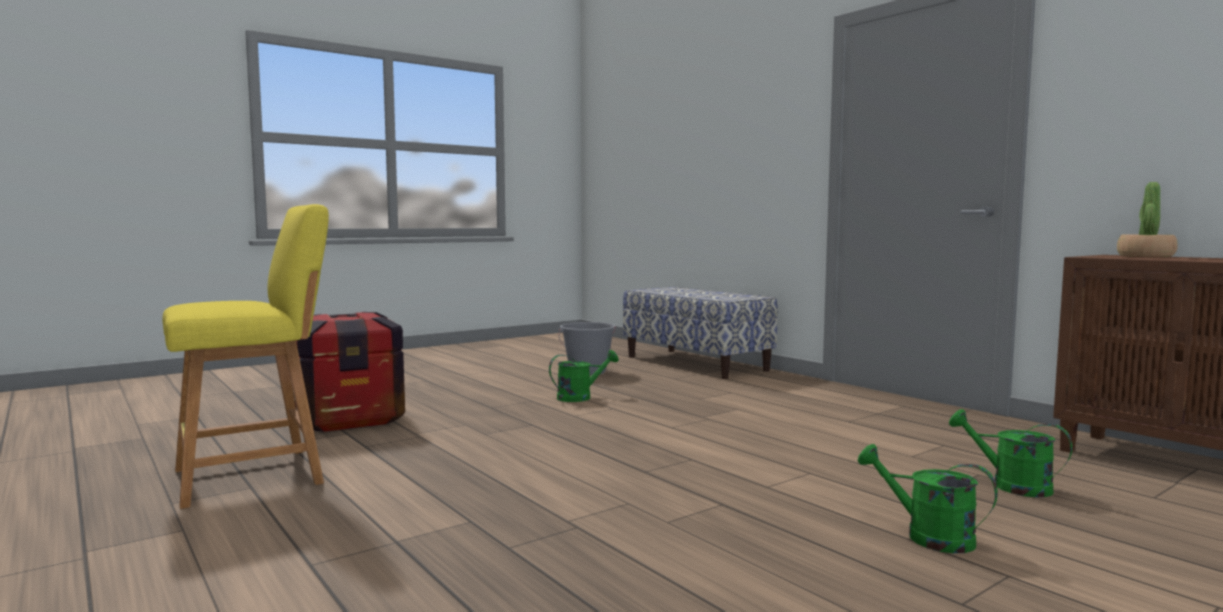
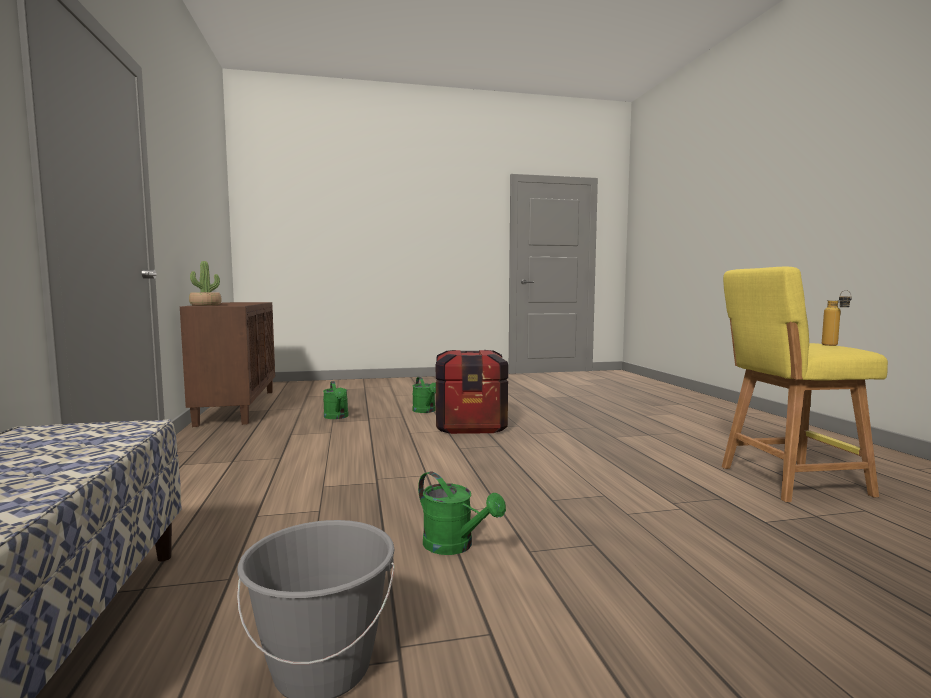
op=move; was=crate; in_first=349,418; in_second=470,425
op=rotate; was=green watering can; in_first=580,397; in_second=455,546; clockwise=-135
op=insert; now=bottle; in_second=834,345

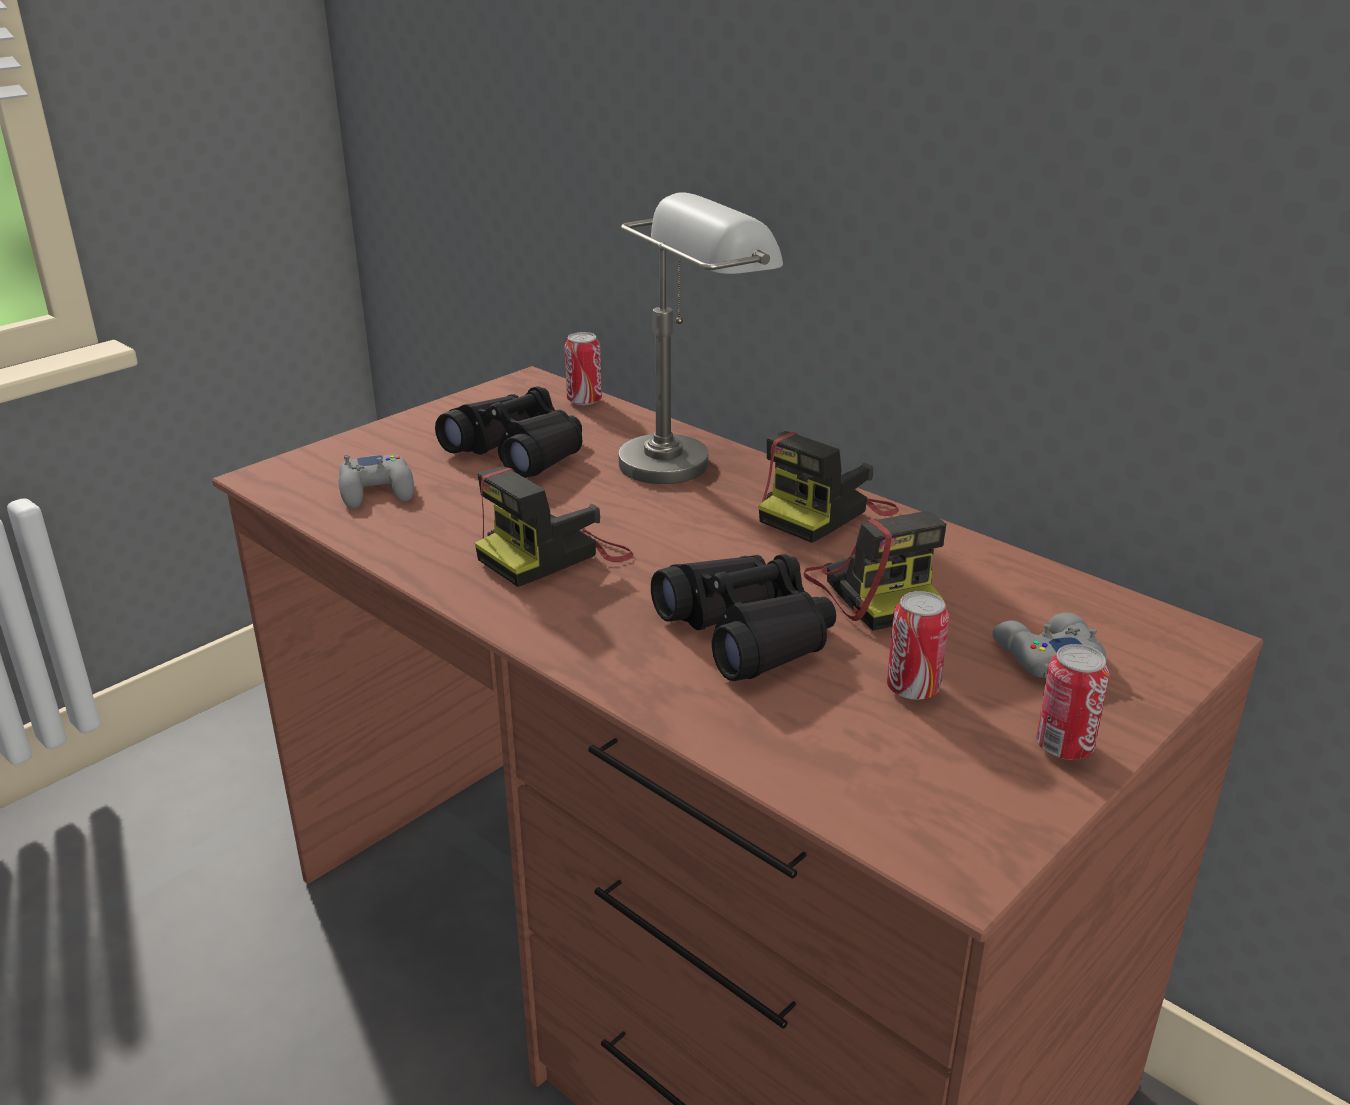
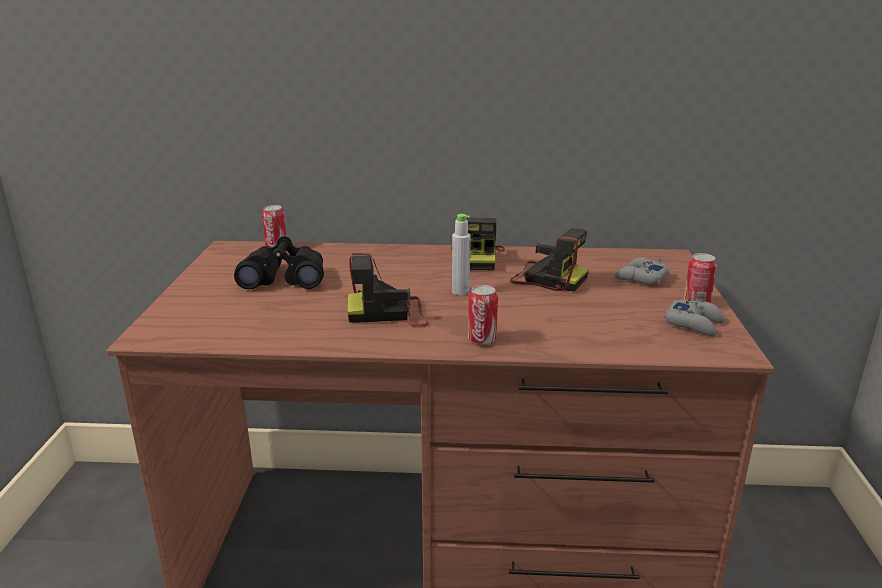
op=move; was=grey game controller; in_first=377,490; in_second=694,324
op=rotate; was=photo camera; in_first=554,555; in_second=389,313; clockwise=75
op=delete; was=grey table lamp; in_first=689,456
op=delete; was=black binoculars; in_first=747,633
op=move; was=can; in_first=912,689; in_second=482,340
op=insert; now=grey bottle; in_second=460,291

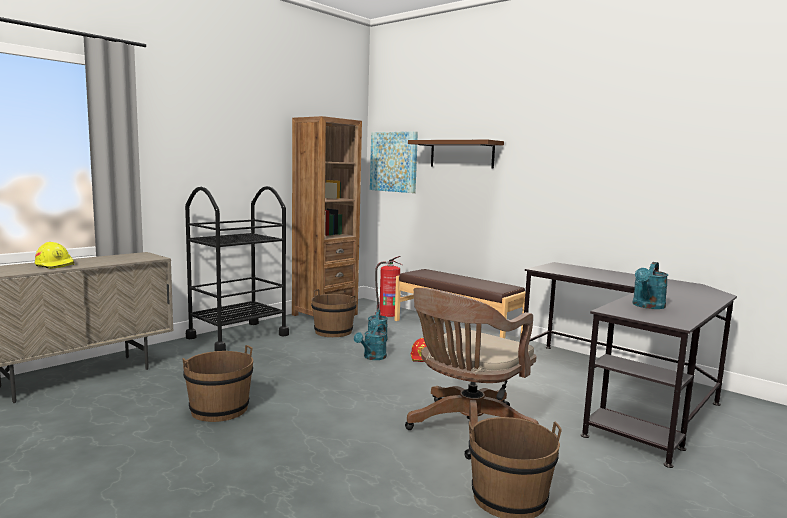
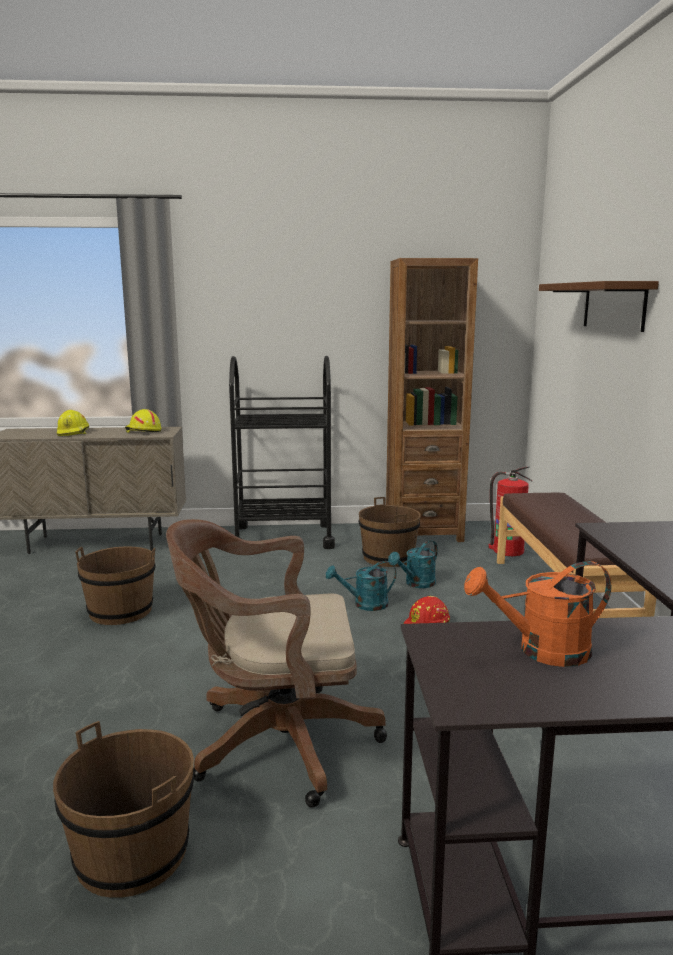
op=delete; was=picture; in_first=394,162
op=recolor; was=turquoise watering can; now=orange watering can; in_first=647,306; in_second=541,651
op=insert; now=yellow hard hat; in_second=143,431

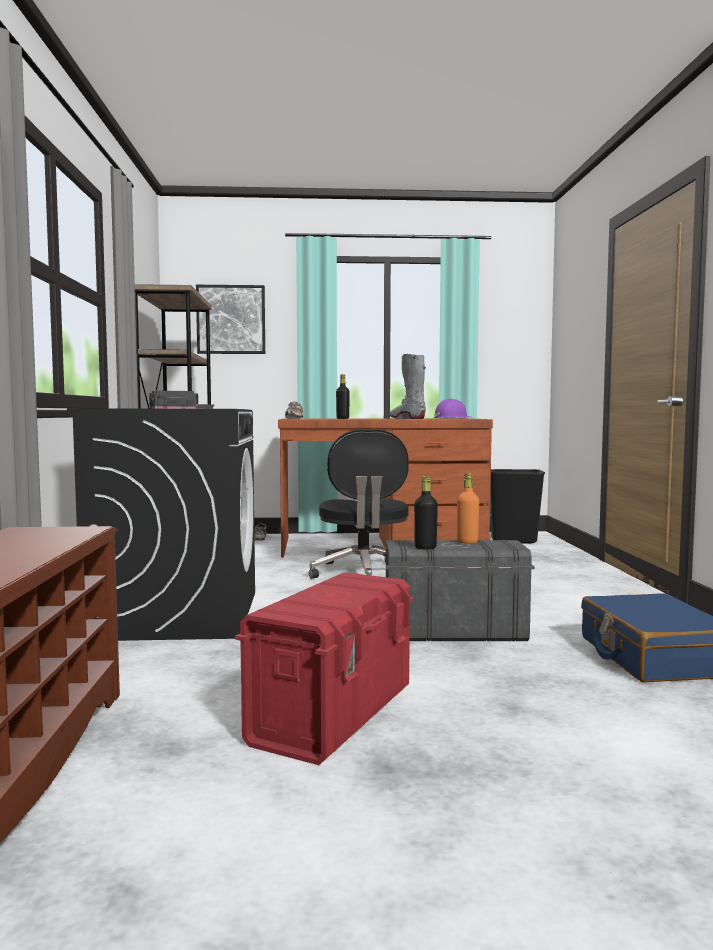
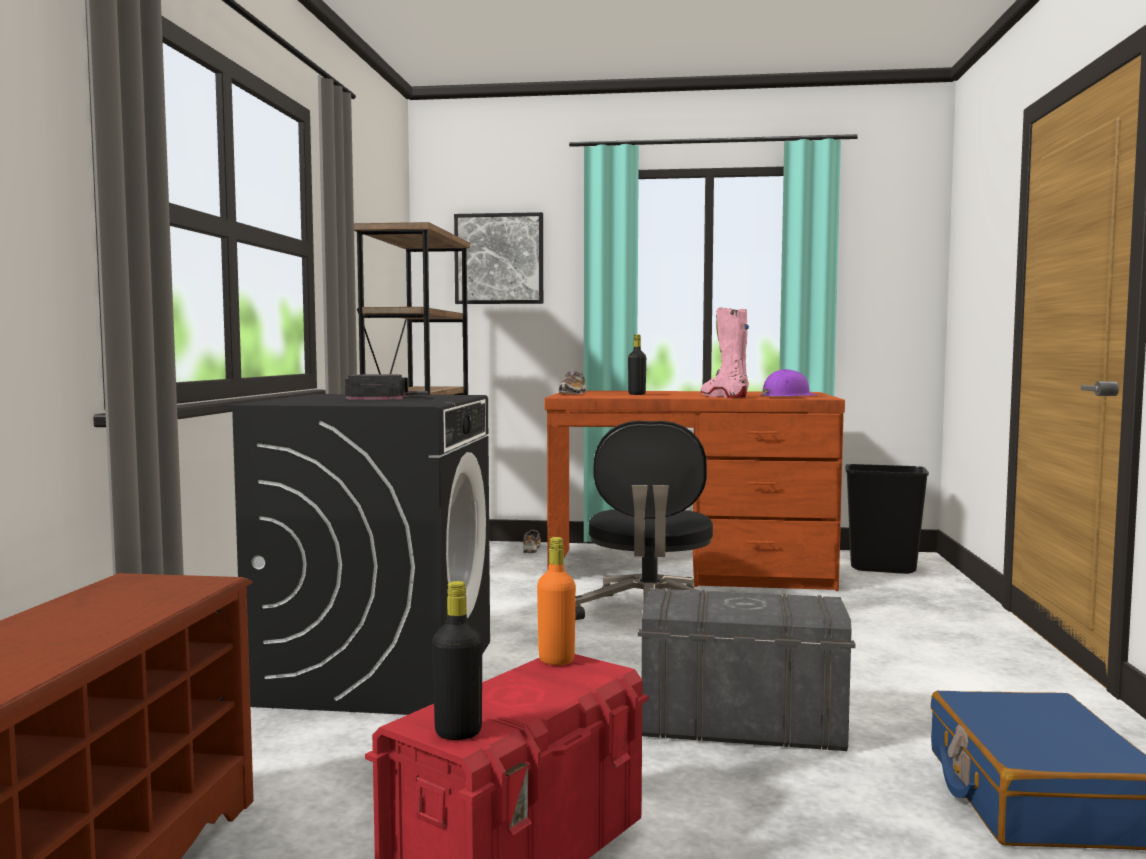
op=recolor; was=grey boot; now=pink boot; in_first=407,418; in_second=724,396
op=move; was=black bottle; in_first=425,548; in_second=458,732
op=move; was=orange bottle; in_first=467,542; in_second=556,660

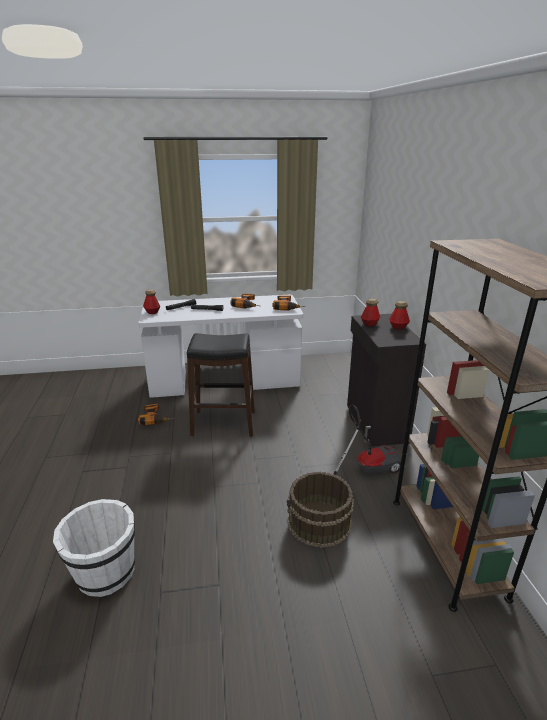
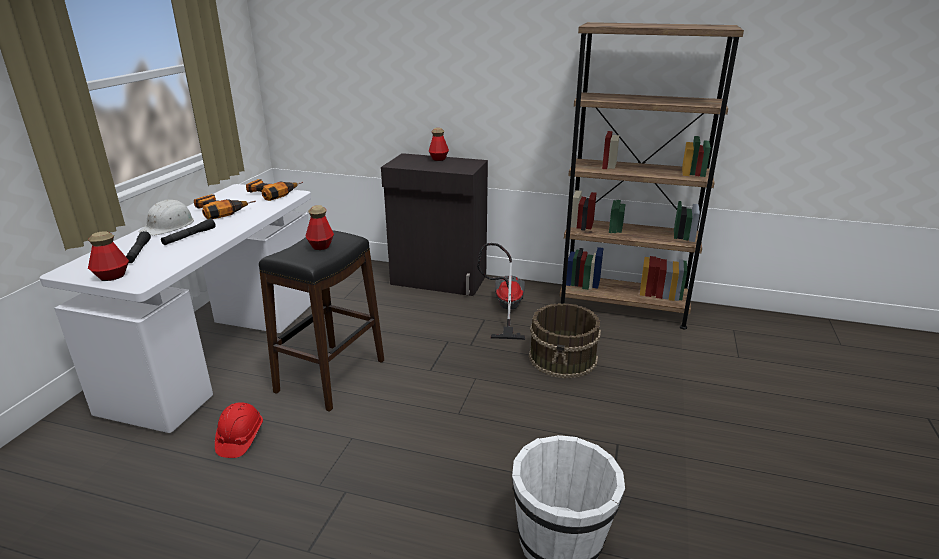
op=replace; was=power drill; now=red hard hat; in_first=155,418; in_second=240,439
op=move; was=bottle; in_first=369,324; in_second=321,246
op=insert; now=white hard hat; in_second=169,226

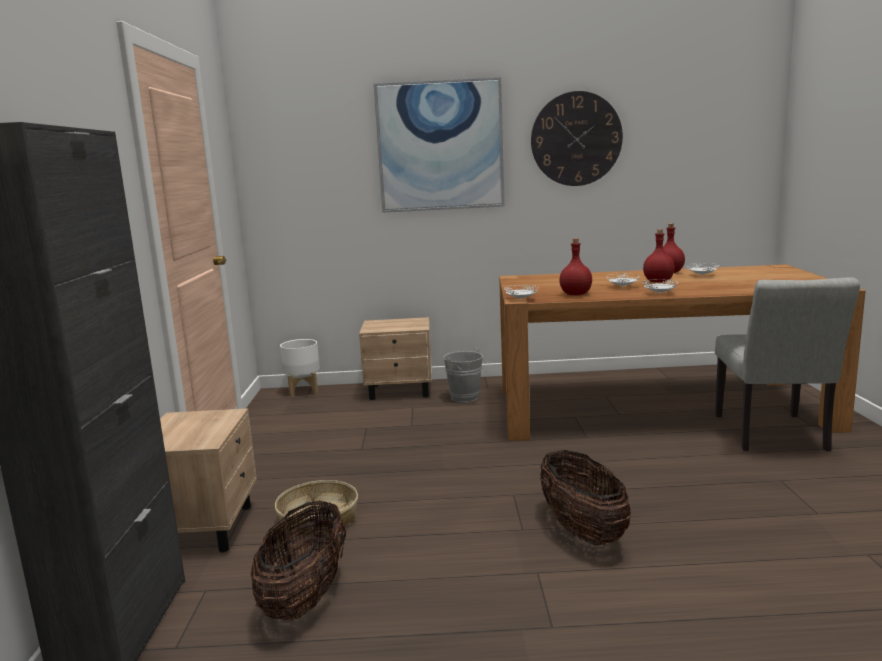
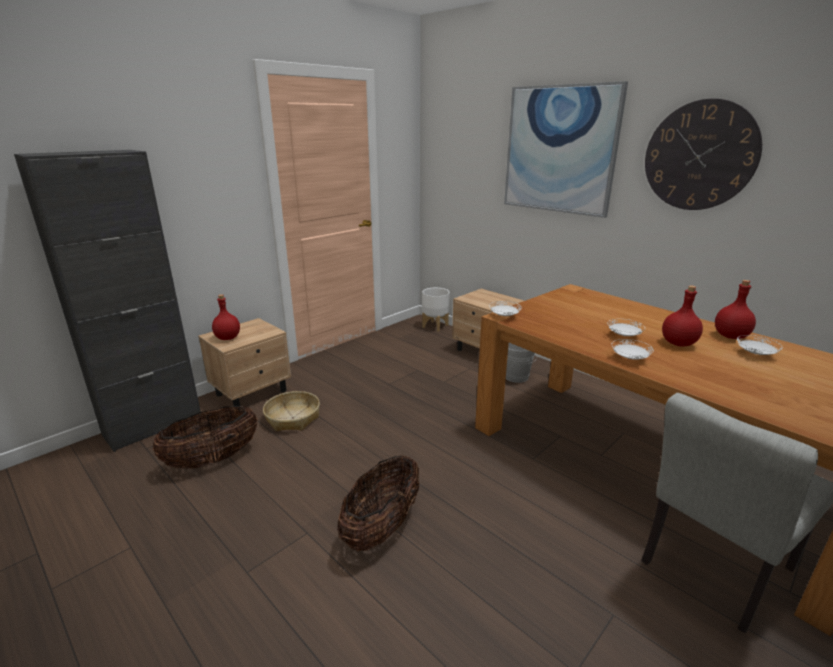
op=move; was=red bottle; in_first=576,294; in_second=228,338

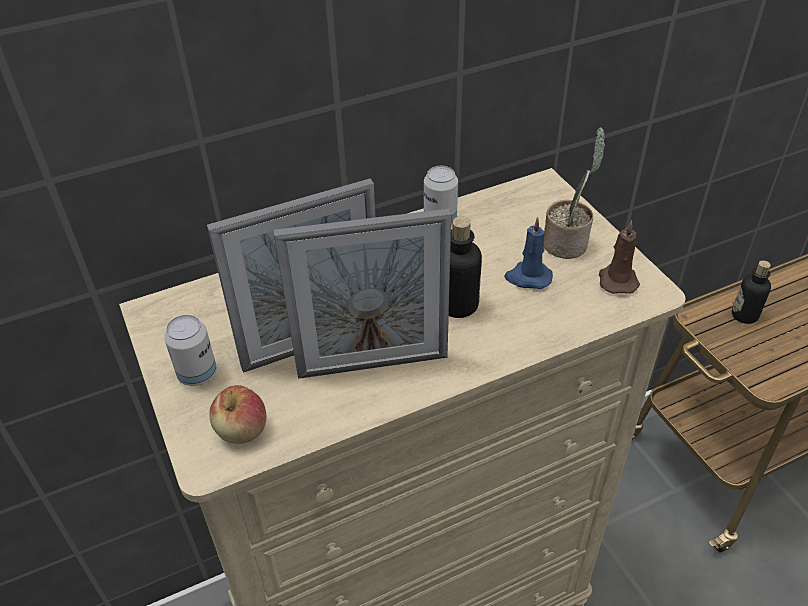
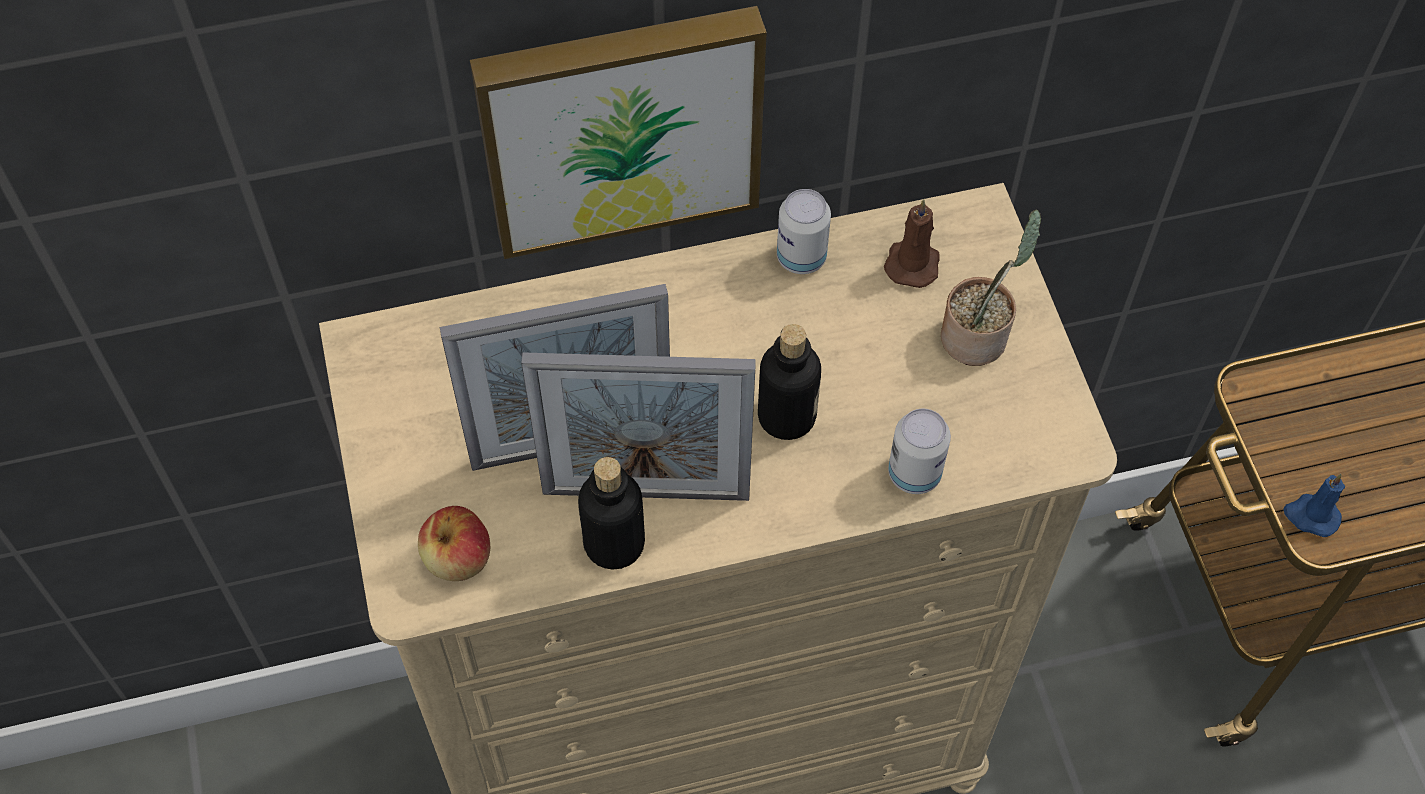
op=move; was=can; in_first=197,374; in_second=914,474
op=move; was=blue candle; in_first=528,277; in_second=1311,516
op=move; was=brown candle; in_first=617,280; in_second=912,262
op=move; was=bottle; in_first=744,315; in_second=614,543
op=insert; now=picture; in_second=620,125

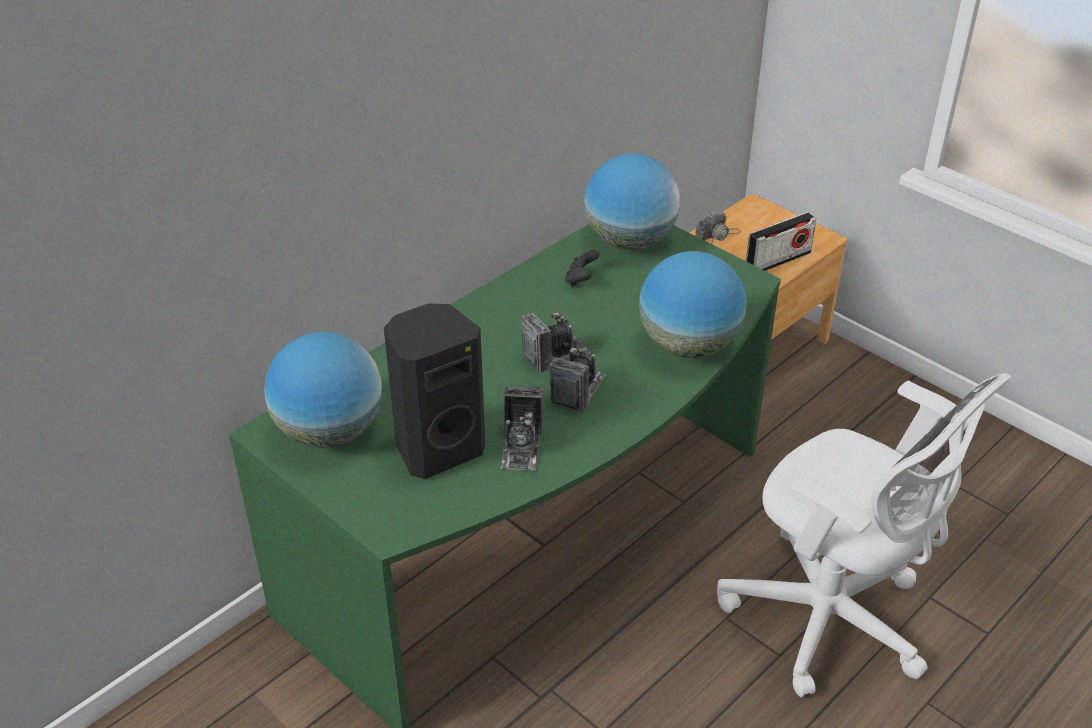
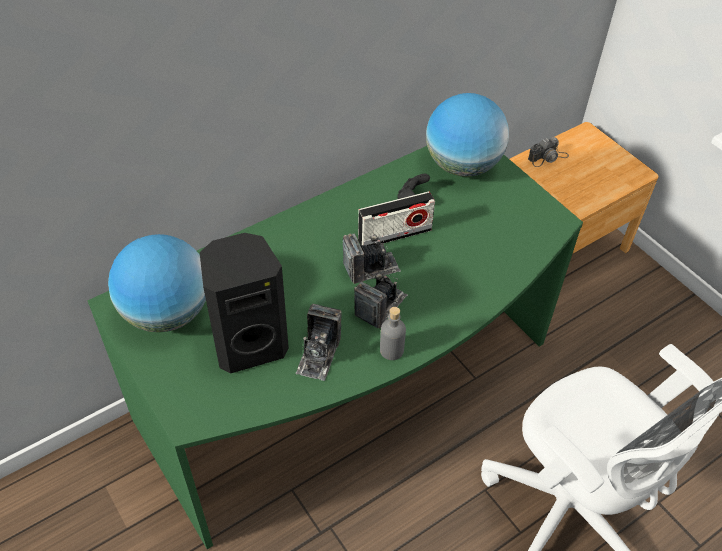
op=delete; was=globe; in_first=688,346
op=move; was=radio; in_first=778,260; in_second=394,234
op=insert; now=grey bottle; in_second=391,350

